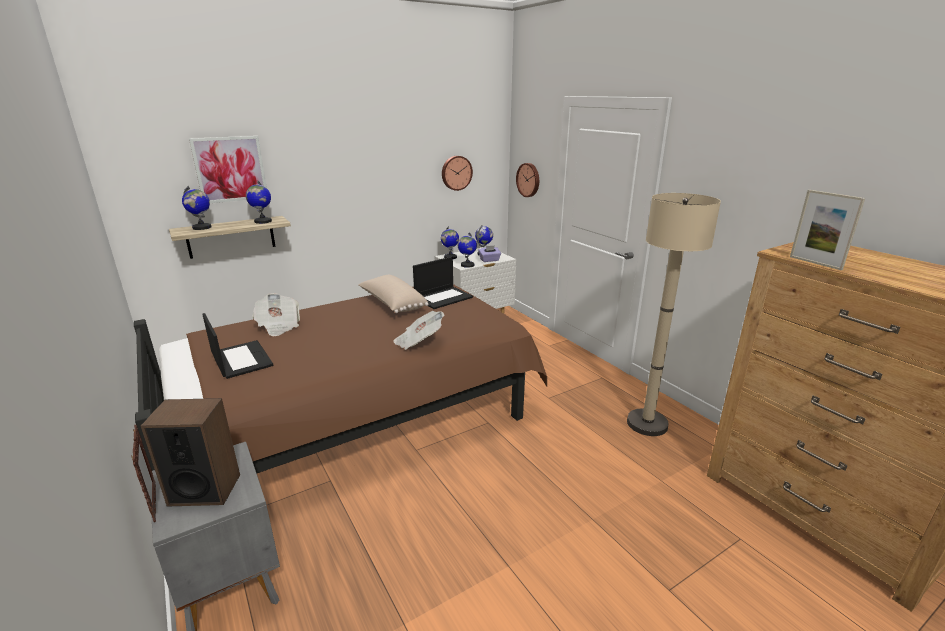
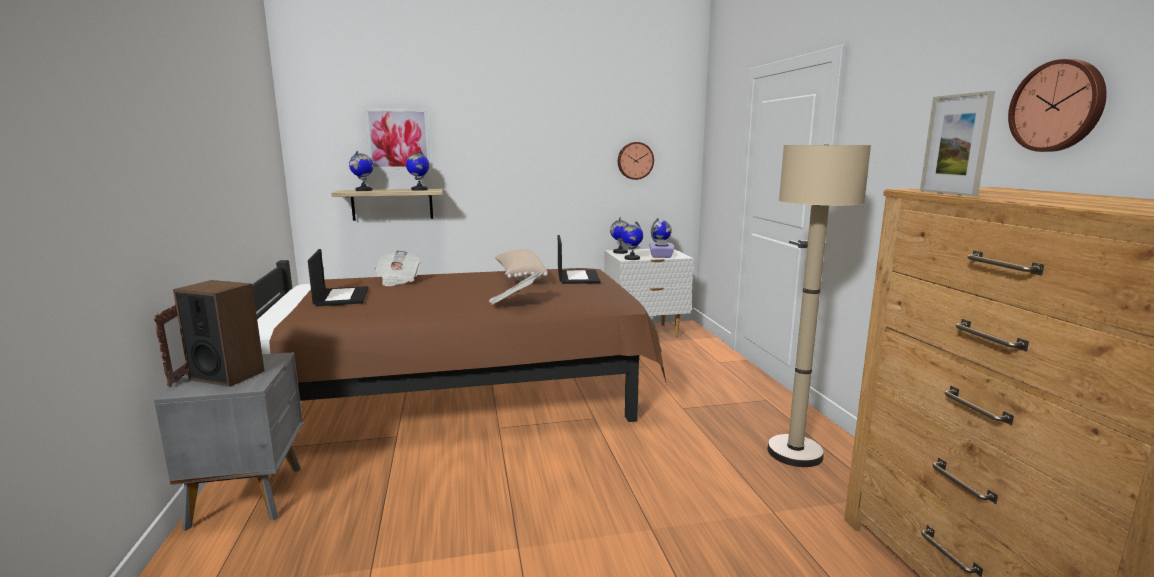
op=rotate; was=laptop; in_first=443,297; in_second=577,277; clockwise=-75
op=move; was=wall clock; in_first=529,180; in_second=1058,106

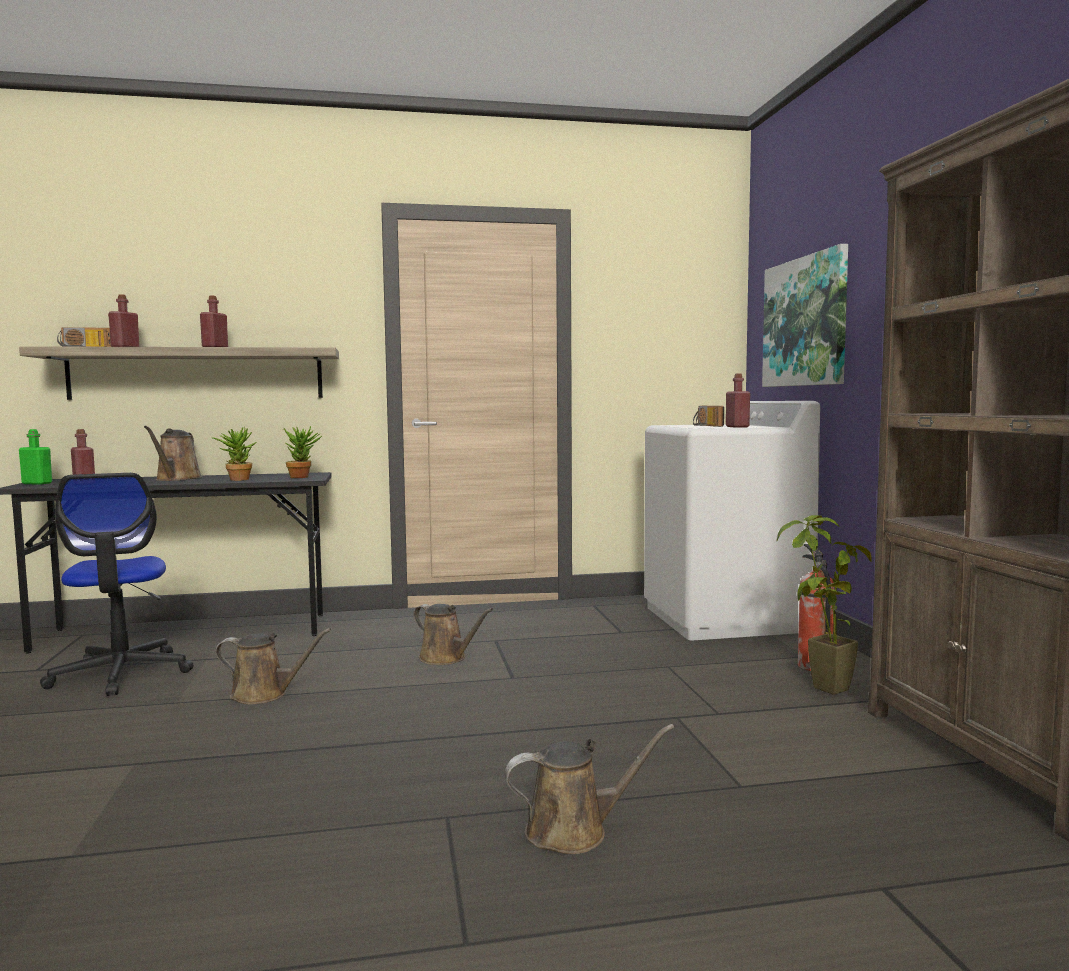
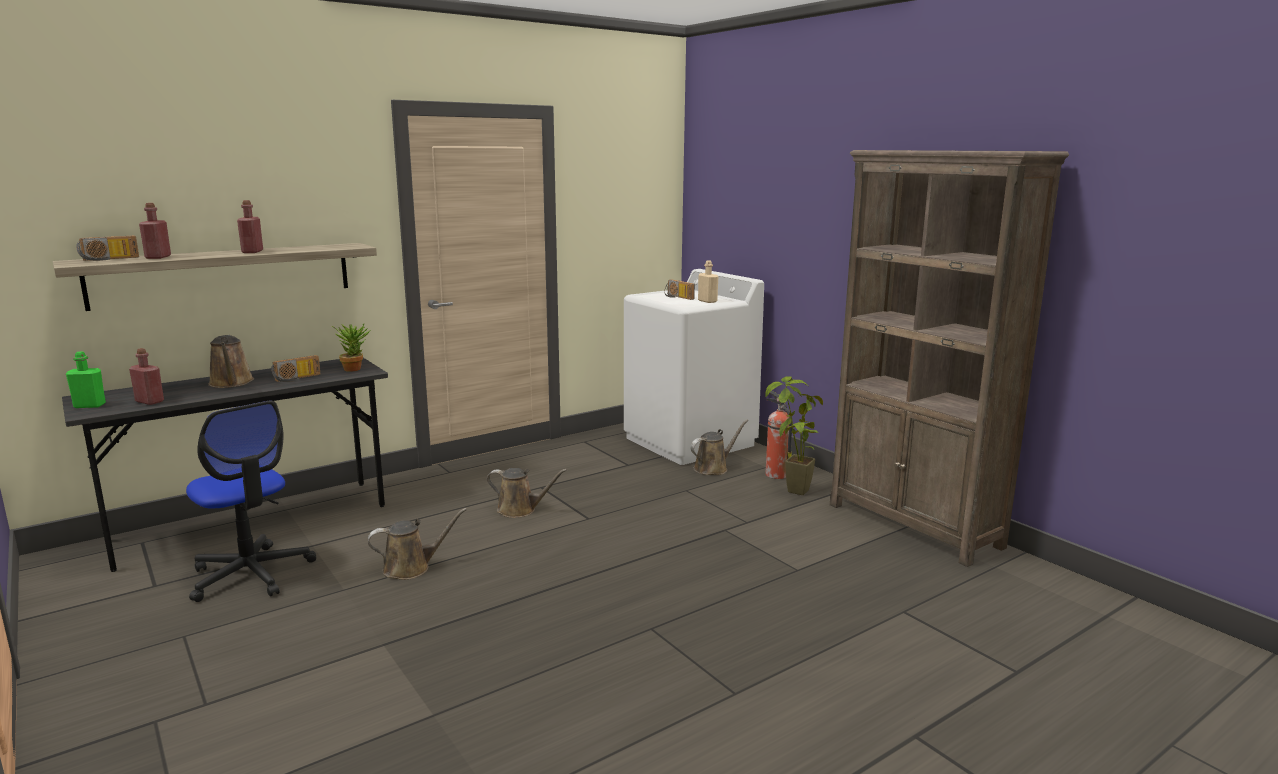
op=replace; was=potted plant; now=radio; in_first=236,479; in_second=297,378
op=move; was=brown watering can; in_first=574,831; in_second=713,468
op=recolor; was=red bottle; now=beige bottle; in_first=737,427; in_second=707,301
op=delete; was=picture; in_first=805,322

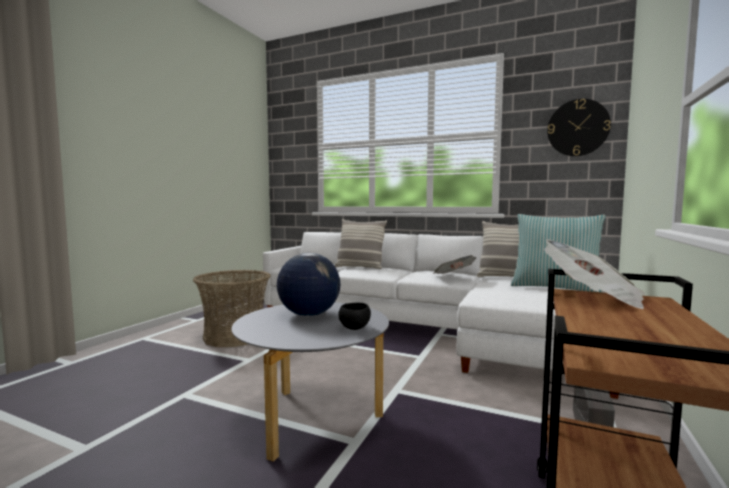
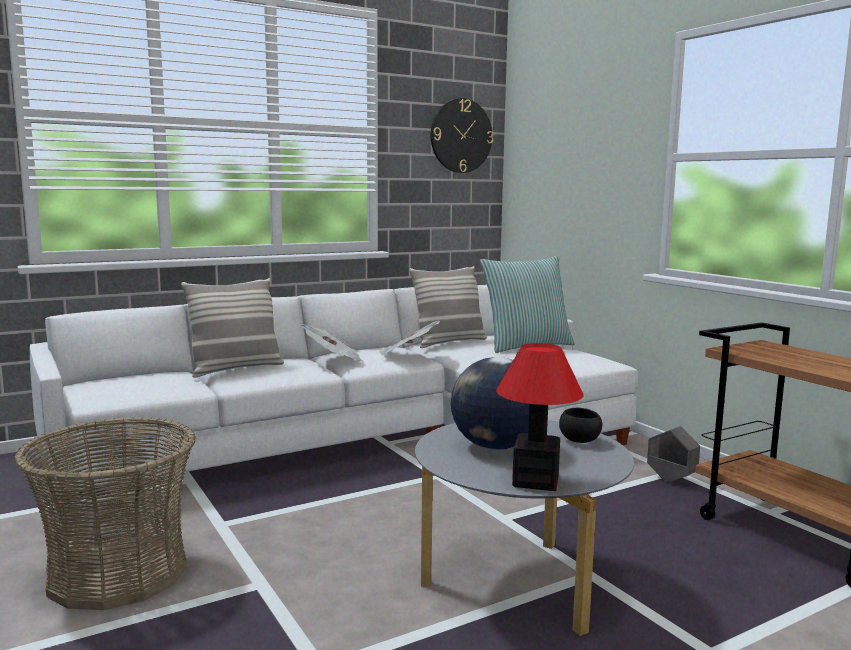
op=move; was=newspaper; in_first=593,297; in_second=333,360
op=insert; now=table lamp; in_second=534,481

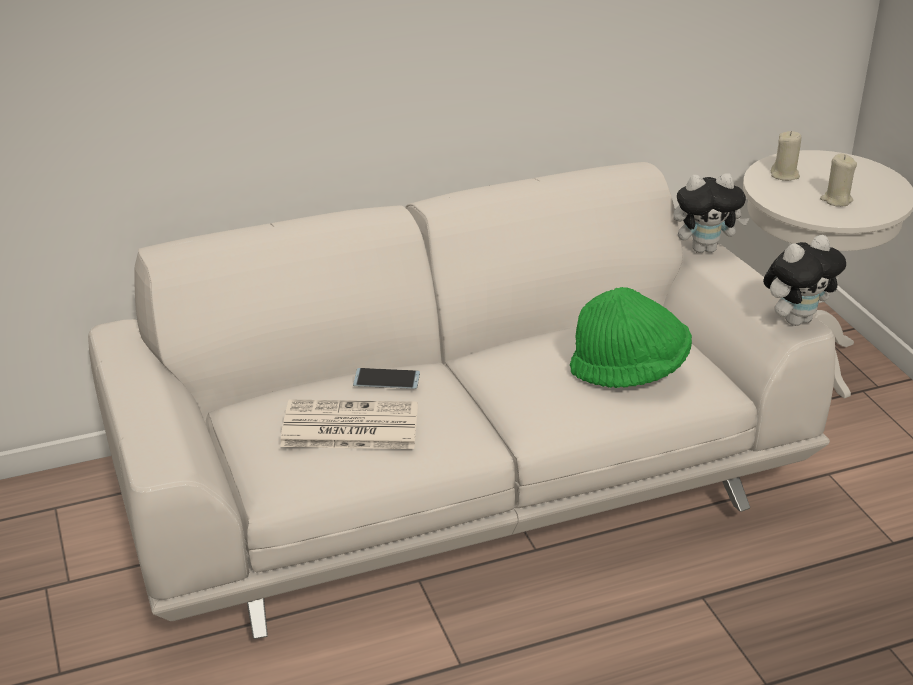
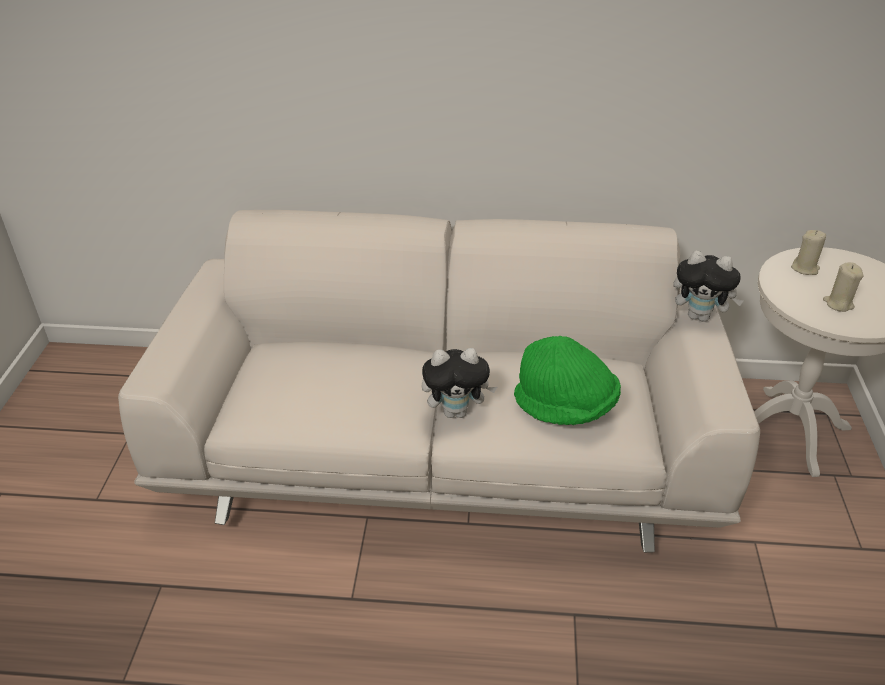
op=delete; was=newspaper; in_first=348,427
op=delete; was=phone; in_first=386,379
op=move; was=plush toy; in_first=796,319; in_second=456,411

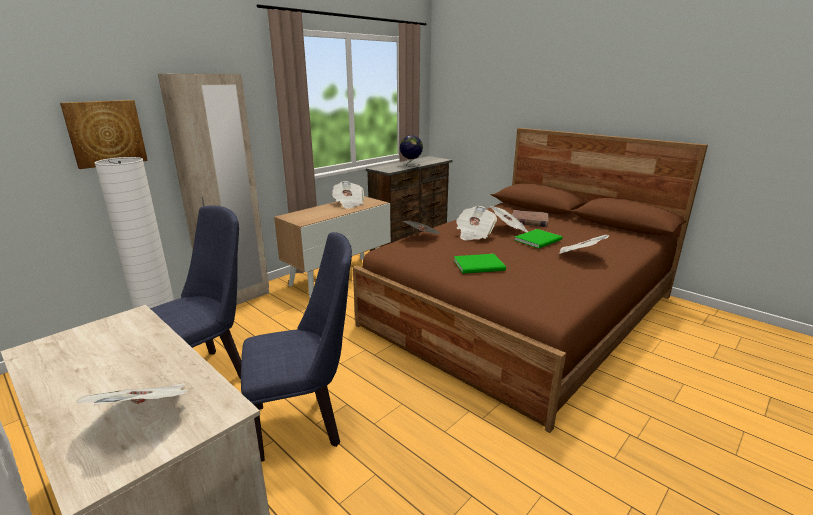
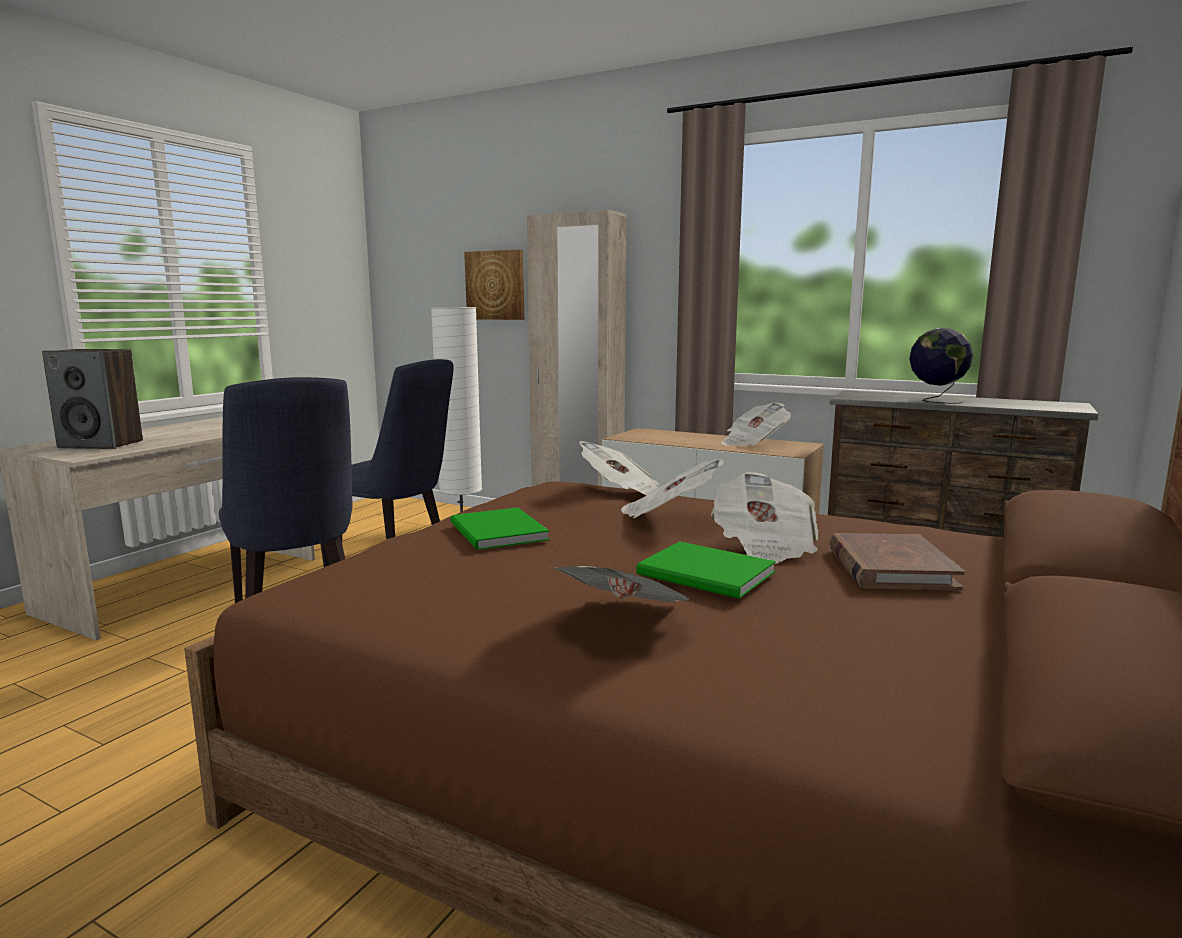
op=replace; was=newspaper; now=speaker; in_first=147,413; in_second=102,444

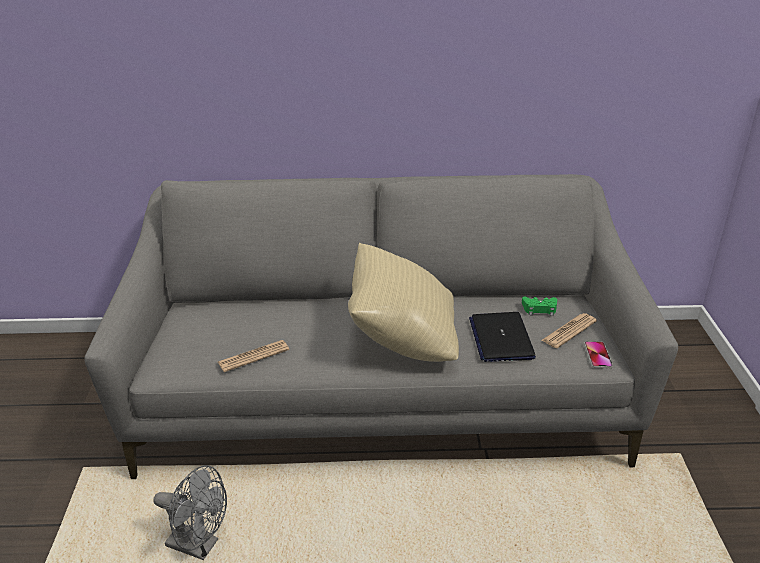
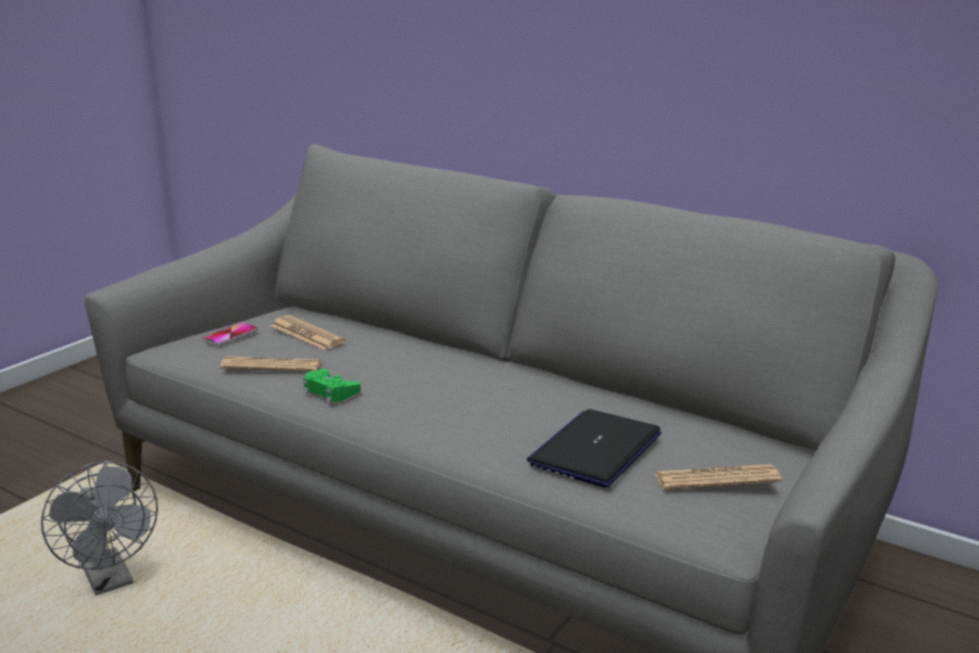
op=delete; was=beige pillow; in_first=403,339
op=move; was=green game controller; in_first=539,309; in_second=330,392
op=move; was=phone; in_first=597,355; in_second=230,335
op=insert; now=newspaper; in_second=307,334

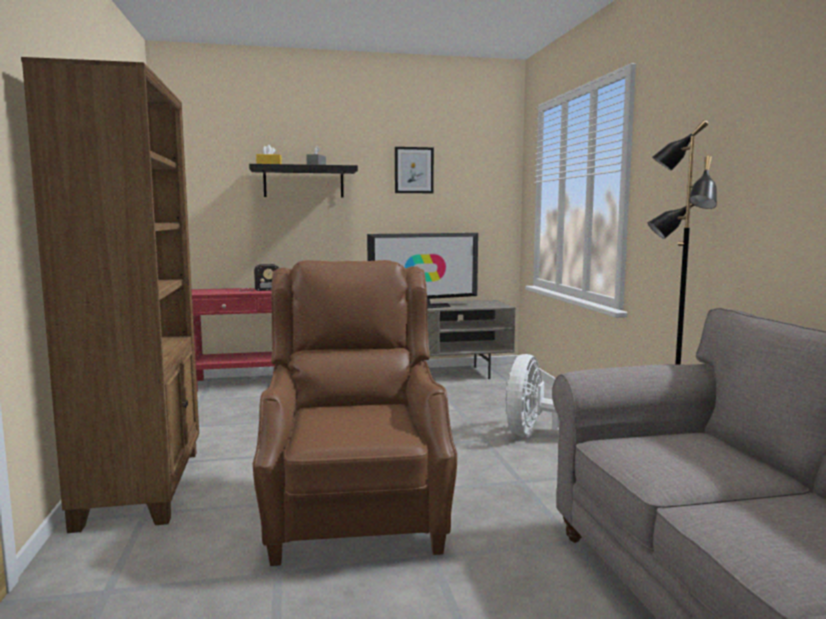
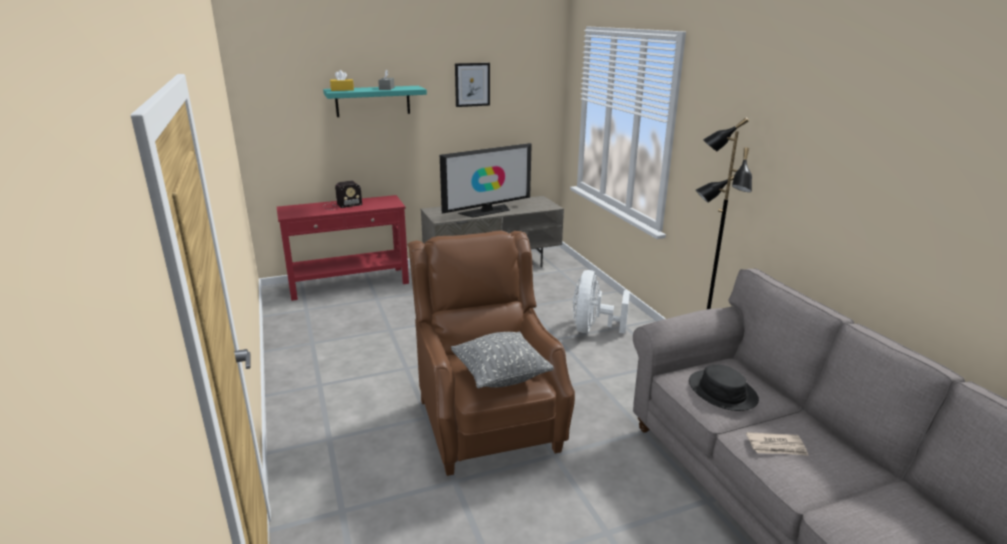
op=delete; was=brown bookcase; in_first=143,486
op=recolor; was=black shelf; now=turquoise shelf; in_first=303,182; in_second=373,101
op=insert; now=grey pillow; in_second=500,377
op=insert; now=black hat; in_second=722,391
op=insert; now=newspaper; in_second=776,446

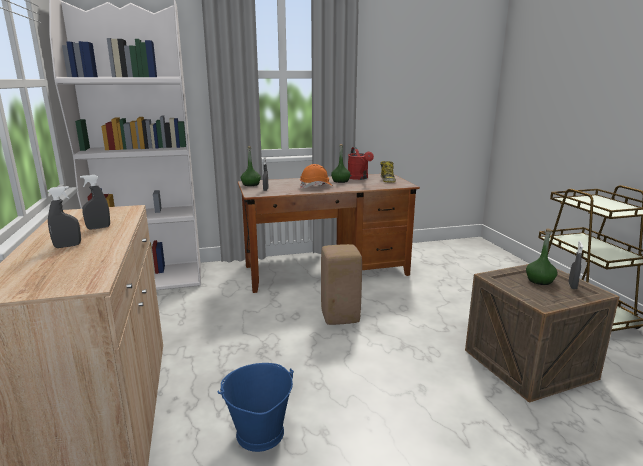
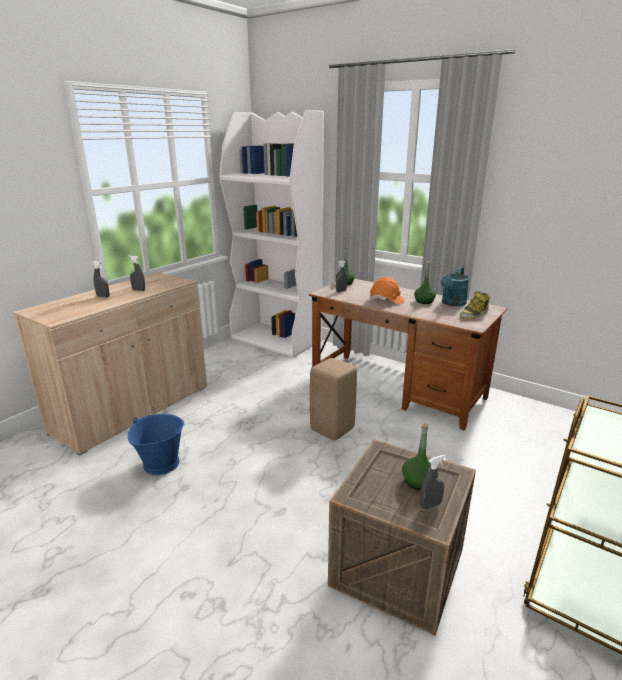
op=recolor; was=red watering can; now=turquoise watering can; in_first=359,178; in_second=452,303

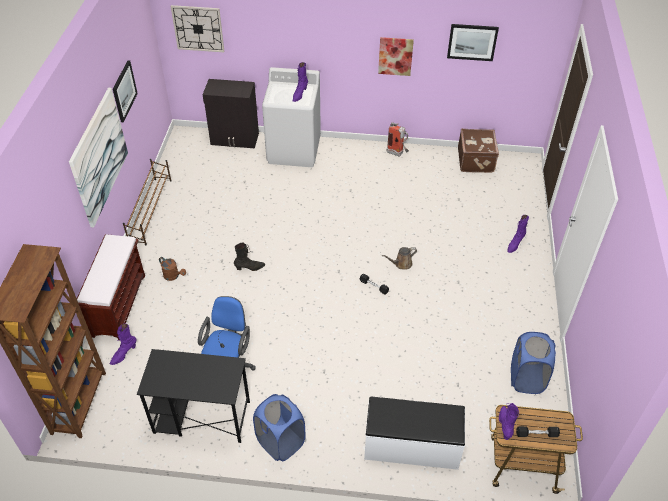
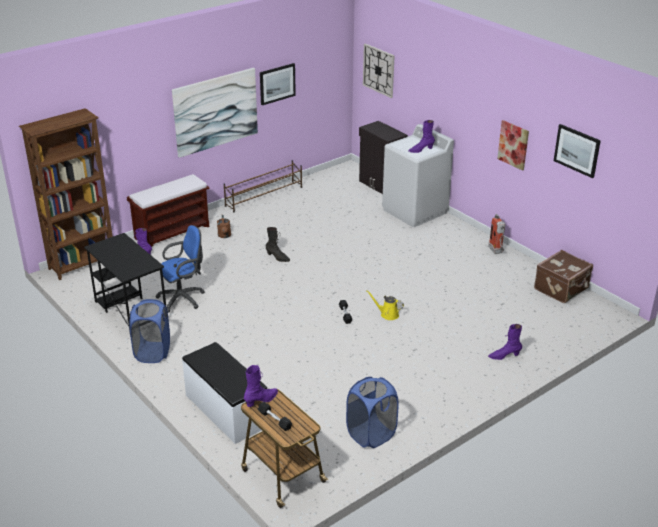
op=recolor; was=brown watering can; now=yellow watering can; in_first=401,264; in_second=387,314

